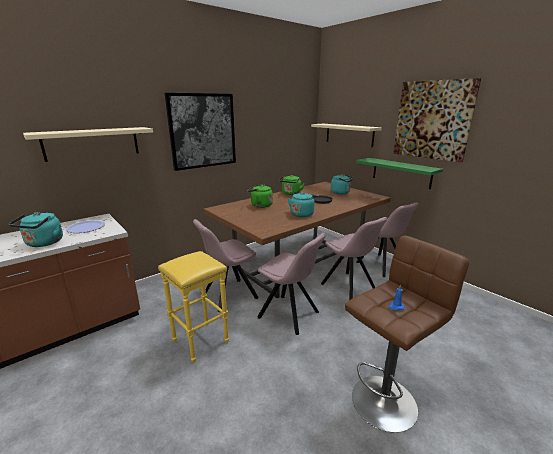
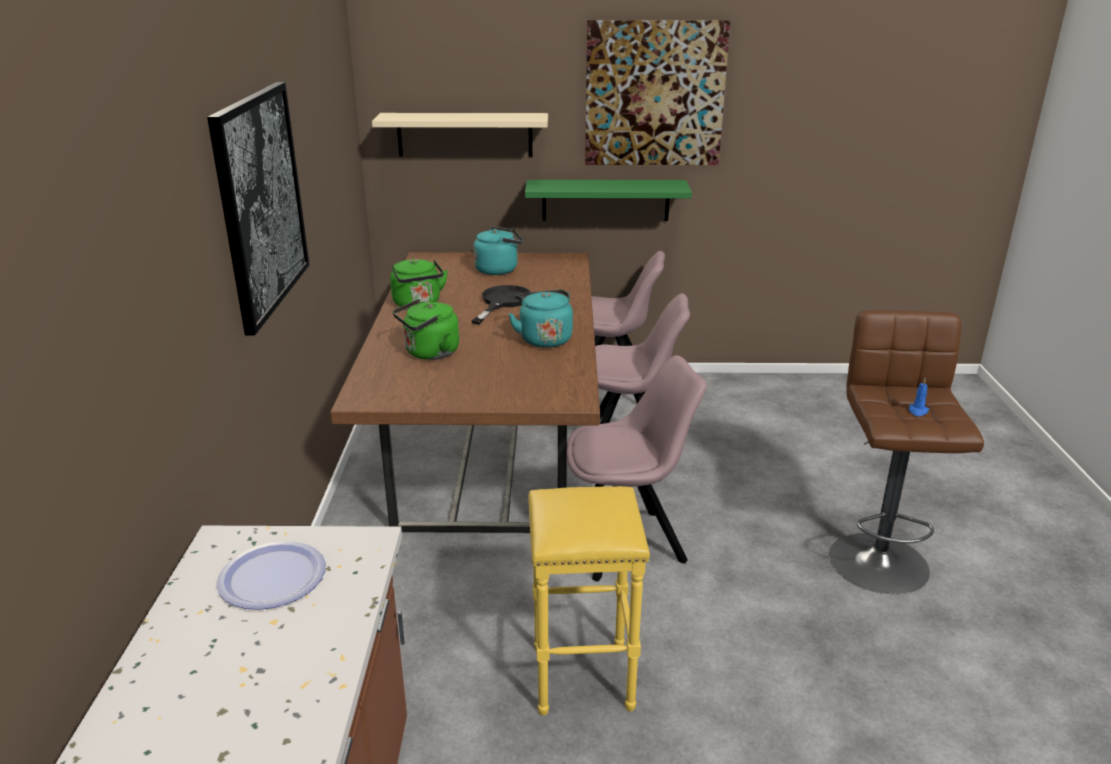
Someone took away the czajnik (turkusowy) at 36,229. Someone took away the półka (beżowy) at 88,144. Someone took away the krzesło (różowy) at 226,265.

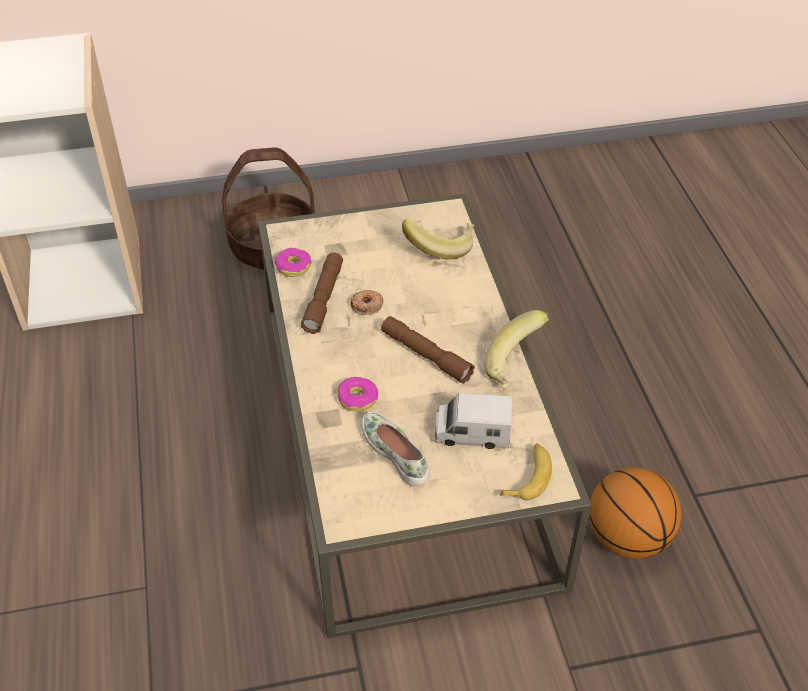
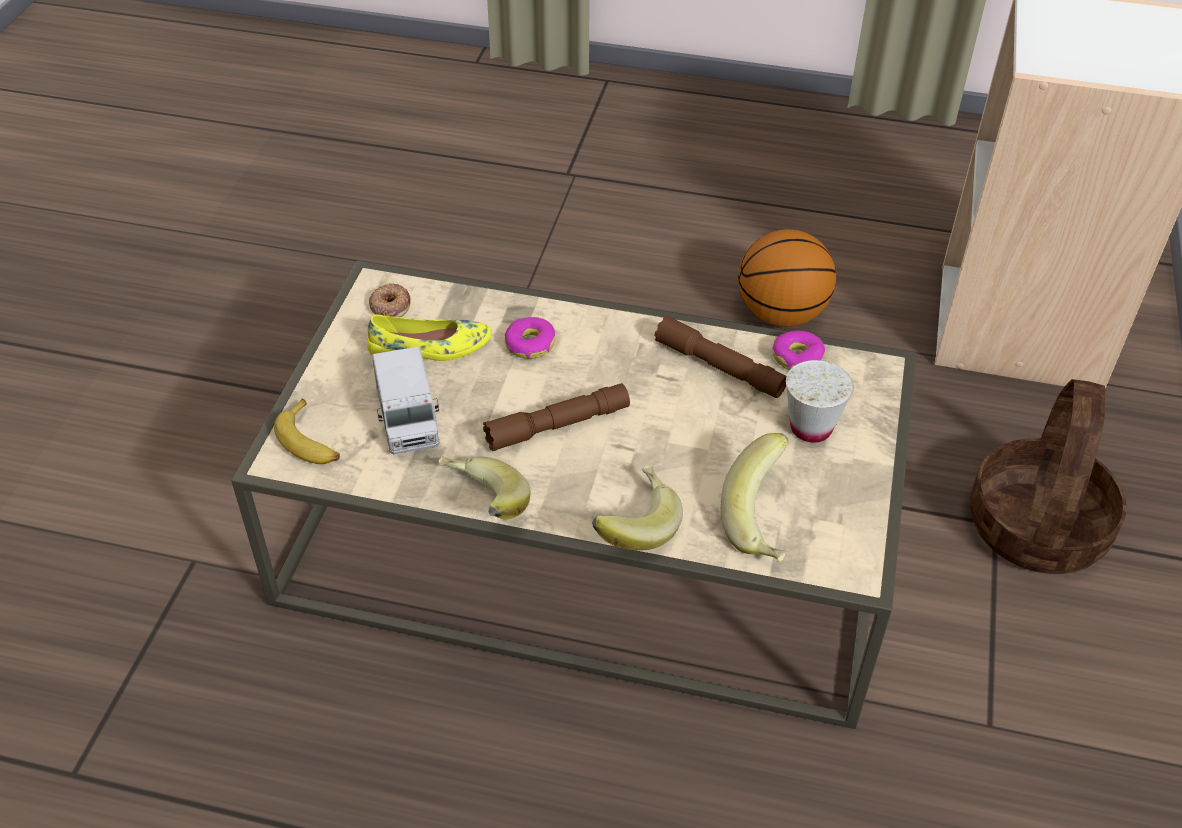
Someone repainted the but (biały) at 395,449, which became the but (żółty) at 429,338. Someone carried the donut from 367,302 to 390,300. Someone rotated the ciężarówka zabawkowa at 473,421 by 135 degrees clockwise. Someone put down the banan at 637,508. Someone carried the piłka do koszykówki from 635,513 to 787,278. Someone put down the filiżanka (biały) at 820,401.

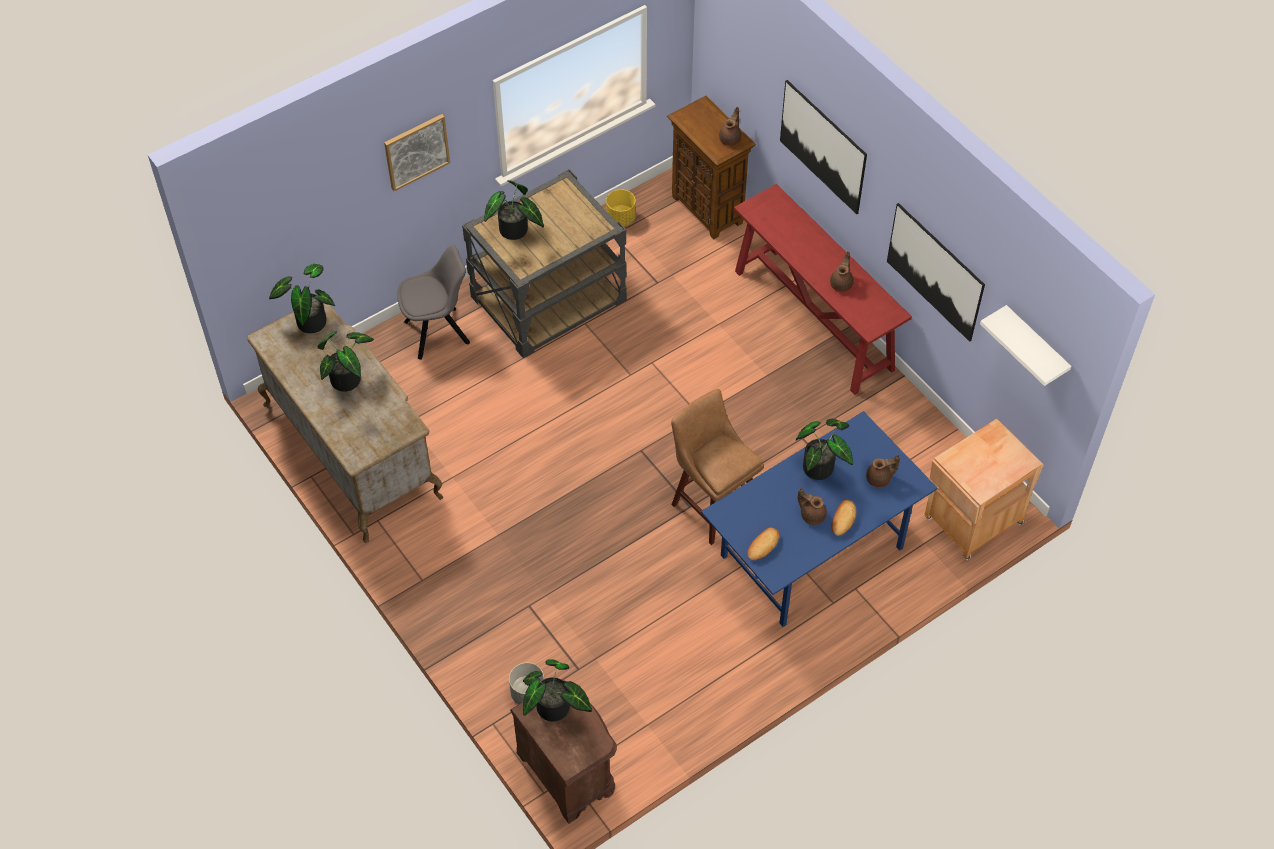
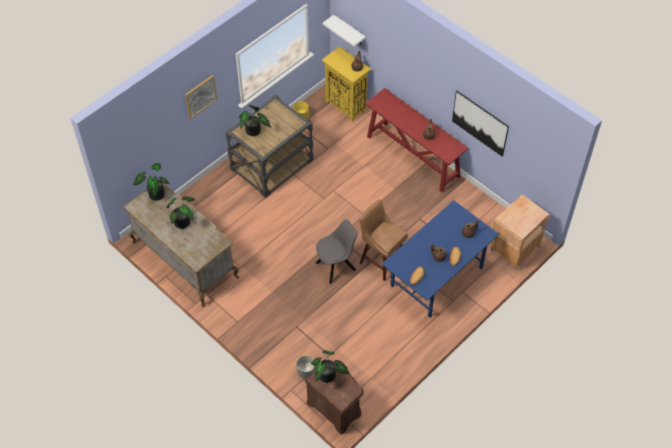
Someone carried the krzesło (szary) from 433,302 to 337,251. Someone repainted the szafka (brązowy) at 711,167, which became the szafka (żółty) at 346,83. Someone carried the półka (biały) from 1025,345 to 344,31. Someone took away the obraz at 823,147. Someone took away the roślina doniczkowa at 824,449.

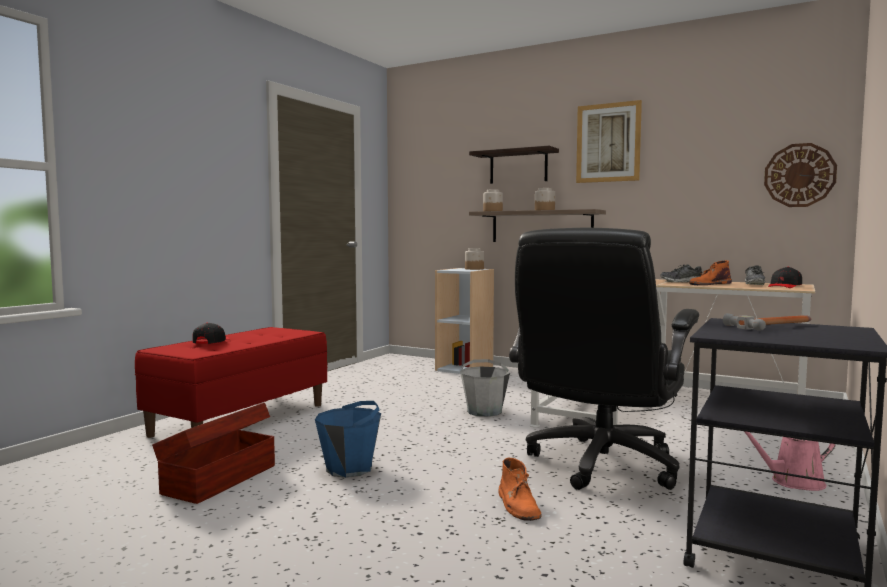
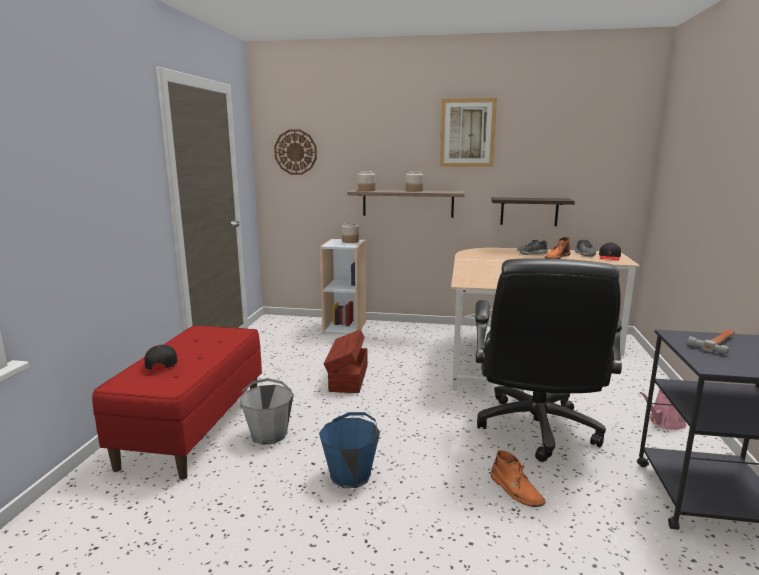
Someone carried the wiadro (szary) from 485,388 to 266,411. Someone carried the zegar ścienny from 800,175 to 295,152. Someone carried the pojemnik do przechowywania (brązowy) from 213,453 to 345,361. Someone carried the półka from 514,165 to 533,211.

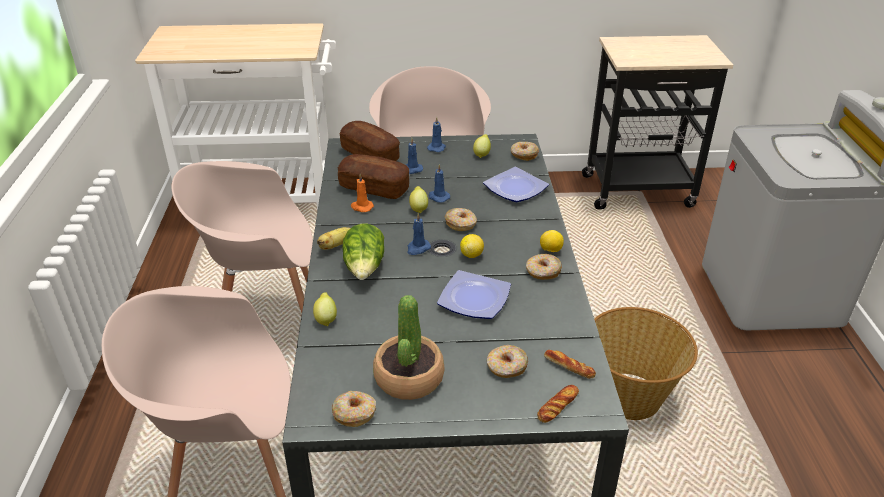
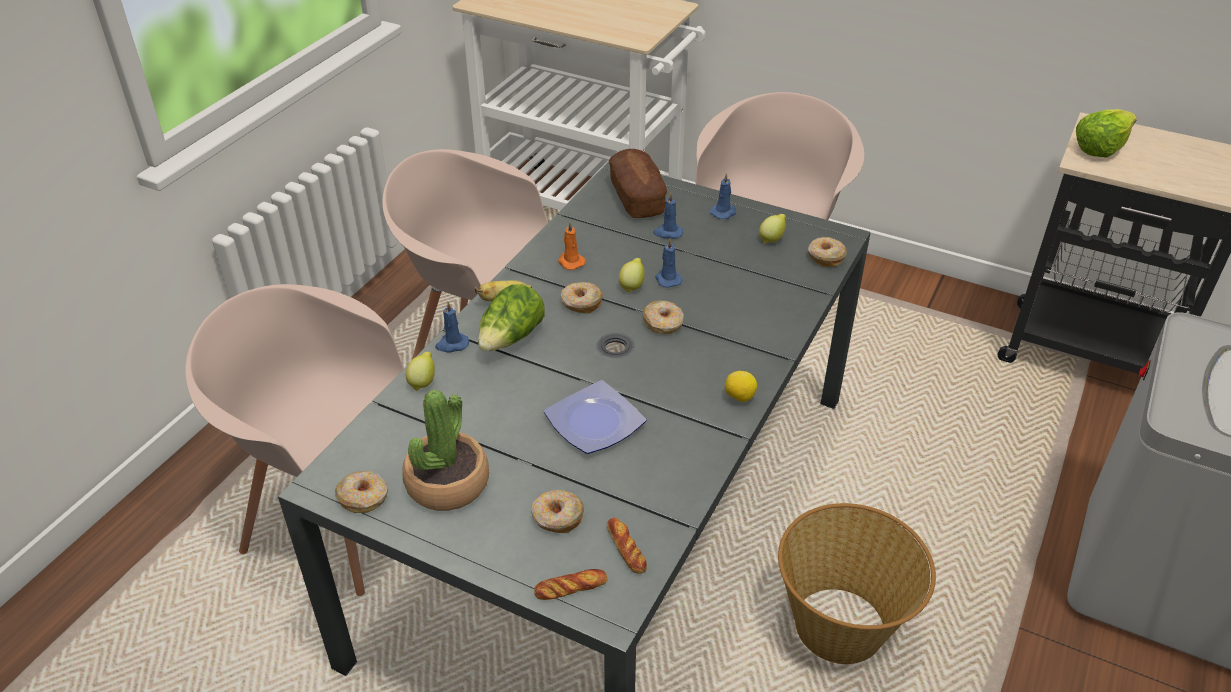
Someone carried the świeca (niebieski) from 419,234 to 452,327. Someone carried the donut from 544,267 to 582,297. Someone put down the sałata at 1106,133. Someone took away the chleb at 373,176. Someone took away the cytryna at 472,246. Someone took away the talerz at 516,184.

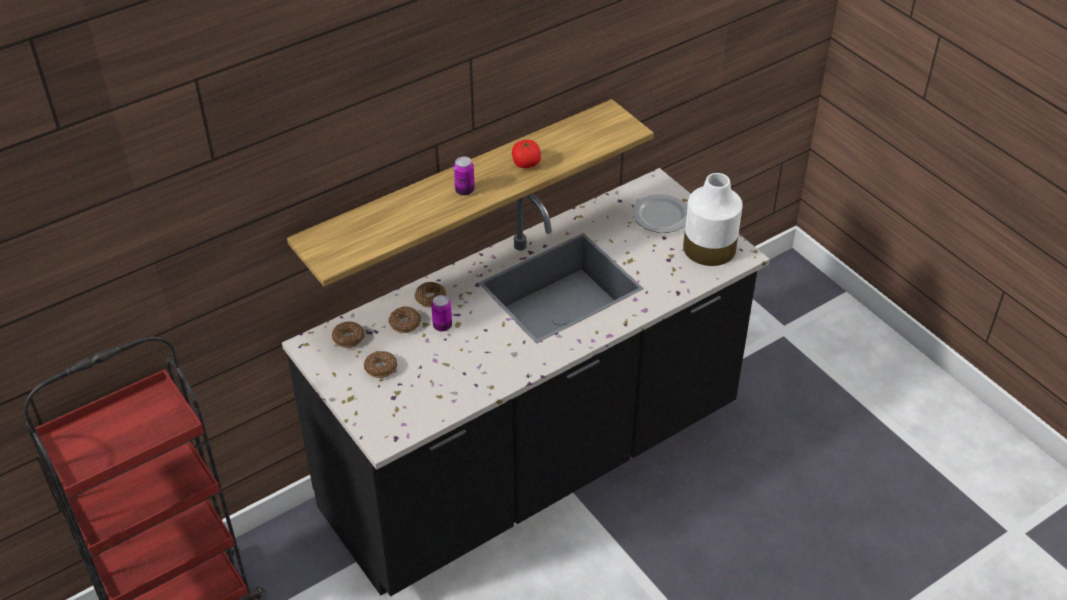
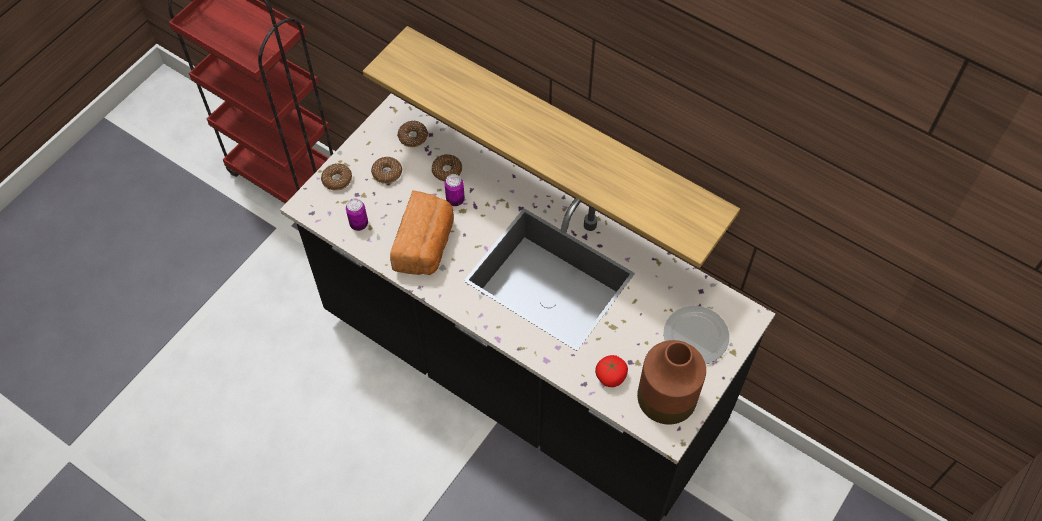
Someone carried the donut from 430,294 to 336,177. Someone carried the puszka from 464,176 to 357,214. Someone put down the chleb at 422,232. Someone carried the pomidor from 526,154 to 611,371. Someone repainted the wazon (biały) at 713,219, which became the wazon (brązowy) at 671,382.

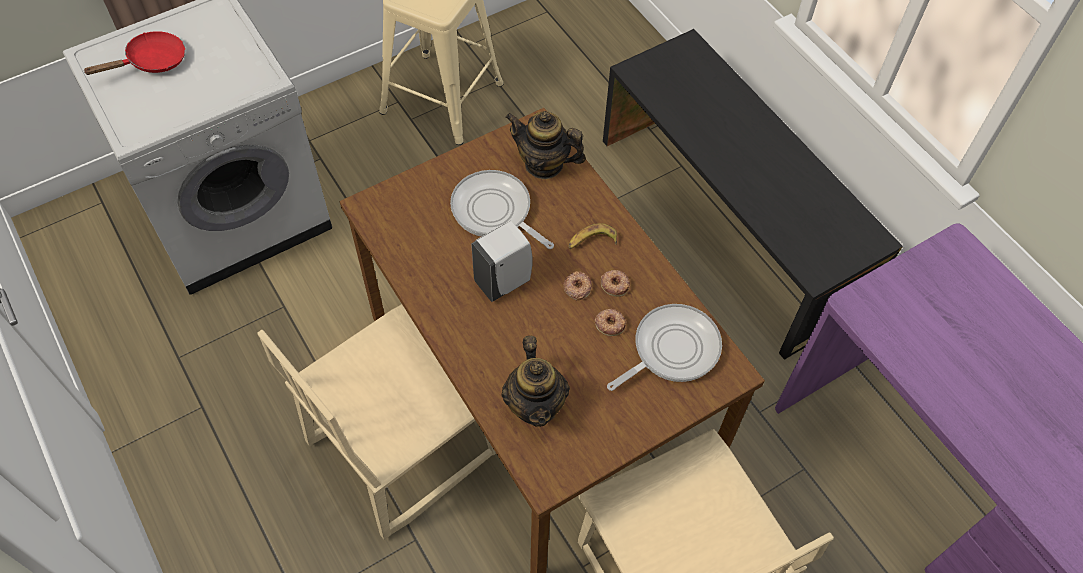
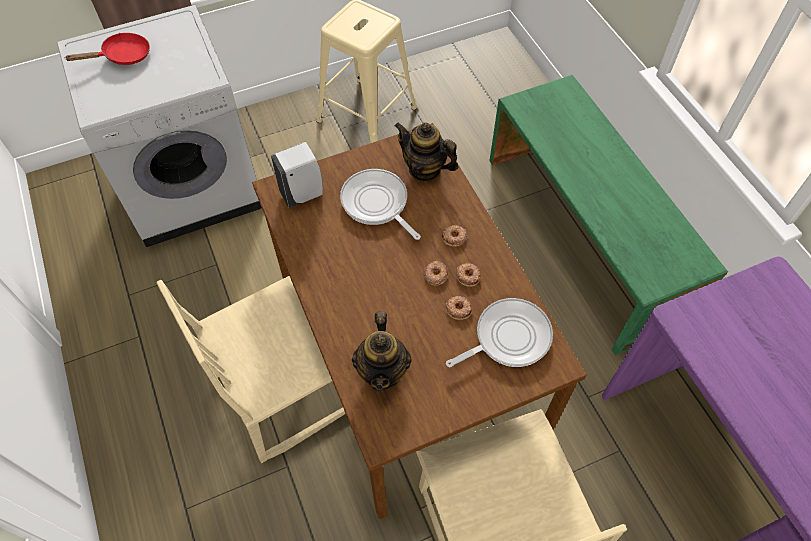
Someone carried the dozownik mydła (biały) from 502,261 to 297,175. Someone swapped the banan at 593,236 for the donut at 454,236. Someone repainted the ławka (czarny) at 753,194, which became the ławka (zielony) at 609,215.

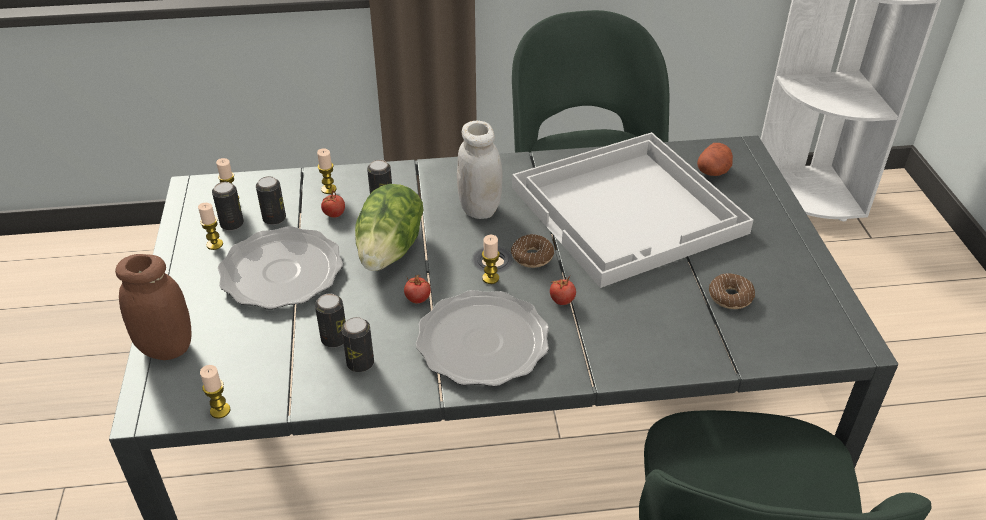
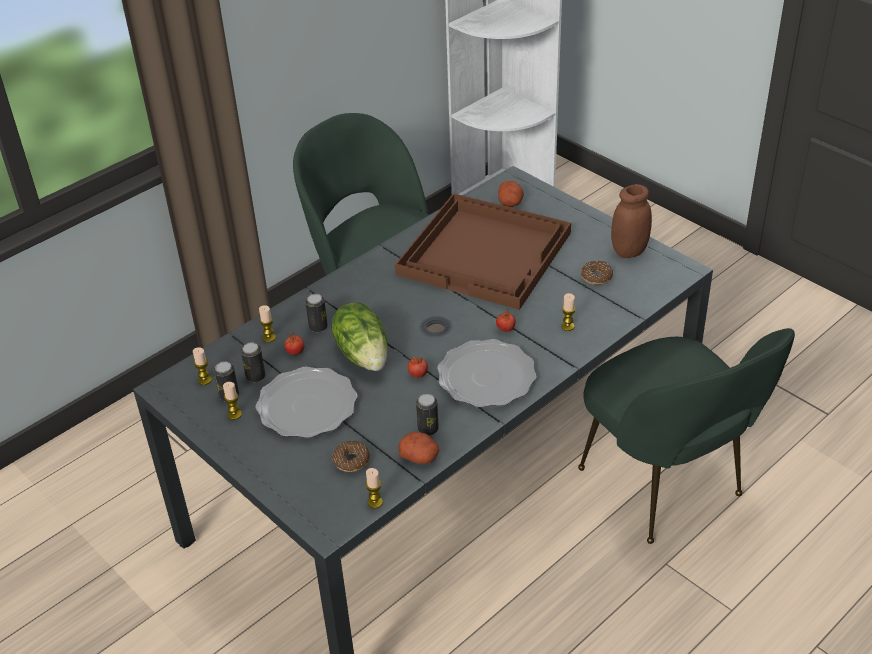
Someone carried the donut from 532,251 to 351,456. Someone repainted the taca (biały) at 632,210, which became the taca (brązowy) at 483,251. Someone put down the ziemniak at 418,448. Someone carried the świeca from 491,259 to 568,312. Someone carried the słoik (brązowy) from 153,307 to 631,221. Someone took away the puszka at 330,320. Someone took away the słoik (biały) at 479,170.

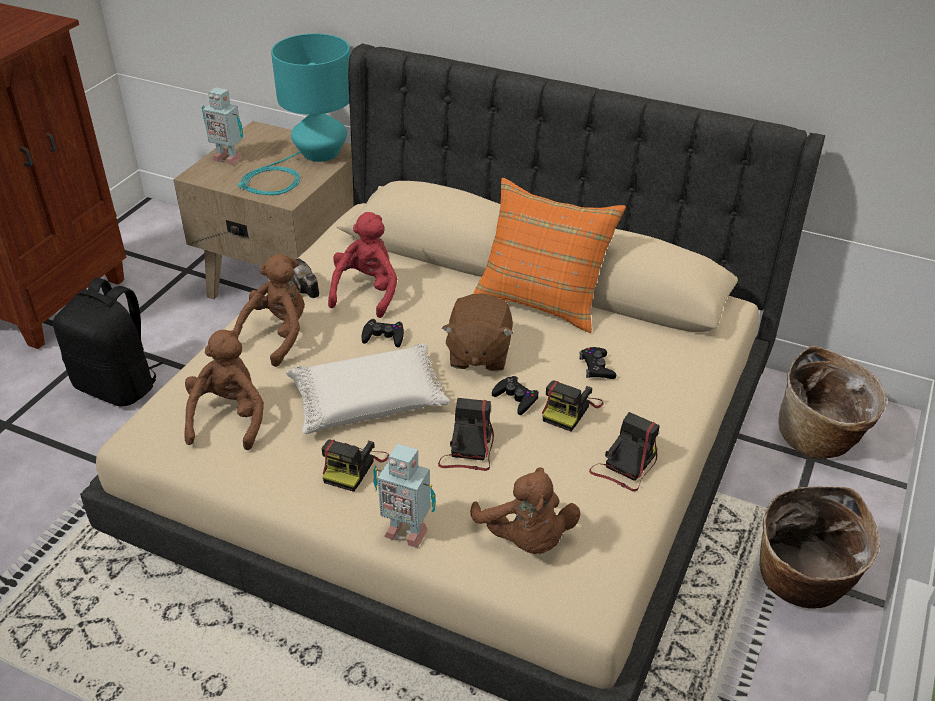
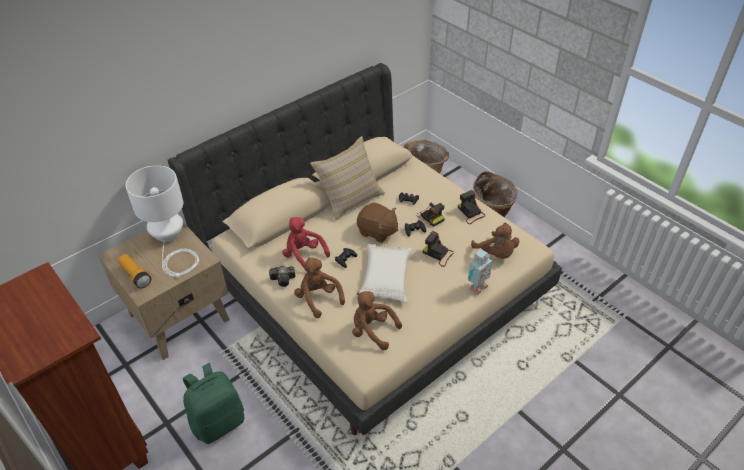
Someone swapped the robot zabawkowy at 222,126 for the latarka at 134,271. Someone repainted the lampa stołowa (turkusowy) at 294,114, which became the lampa stołowa (biały) at 162,221. Someone repainted the plecak (czarny) at 108,341, which became the plecak (zielony) at 213,403. Someone repainted the poduszka (pomarańczowy) at 549,255, which became the poduszka (beżowy) at 347,178. Someone rotated the pluszak (brązowy) at 525,510 by 60 degrees clockwise. Someone took away the aparat fotograficzny at 355,466.

